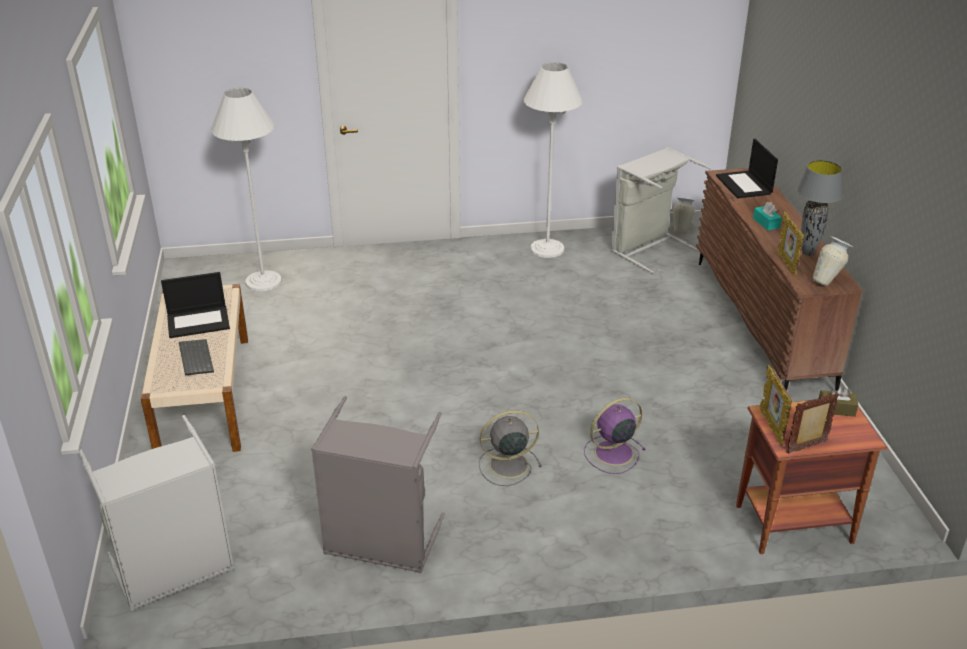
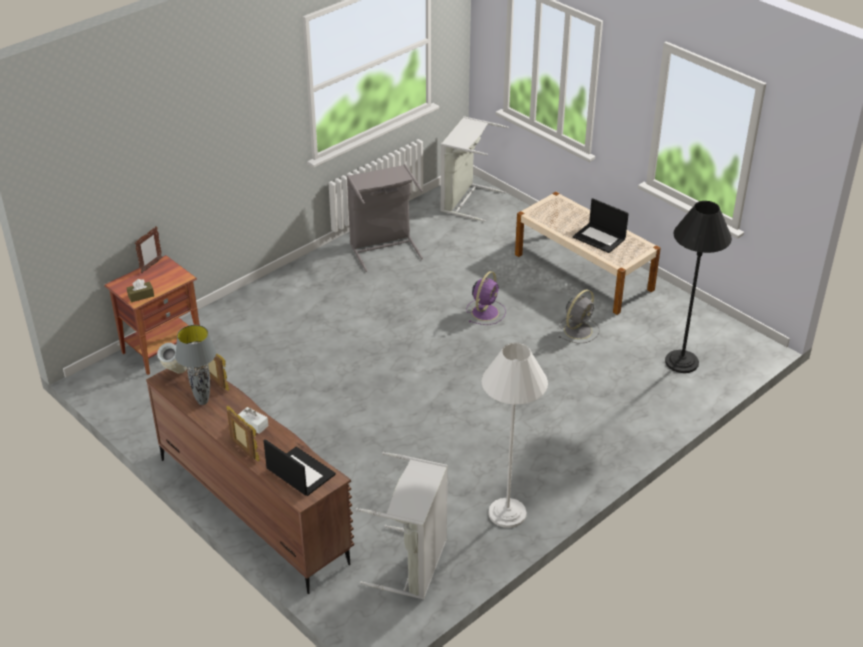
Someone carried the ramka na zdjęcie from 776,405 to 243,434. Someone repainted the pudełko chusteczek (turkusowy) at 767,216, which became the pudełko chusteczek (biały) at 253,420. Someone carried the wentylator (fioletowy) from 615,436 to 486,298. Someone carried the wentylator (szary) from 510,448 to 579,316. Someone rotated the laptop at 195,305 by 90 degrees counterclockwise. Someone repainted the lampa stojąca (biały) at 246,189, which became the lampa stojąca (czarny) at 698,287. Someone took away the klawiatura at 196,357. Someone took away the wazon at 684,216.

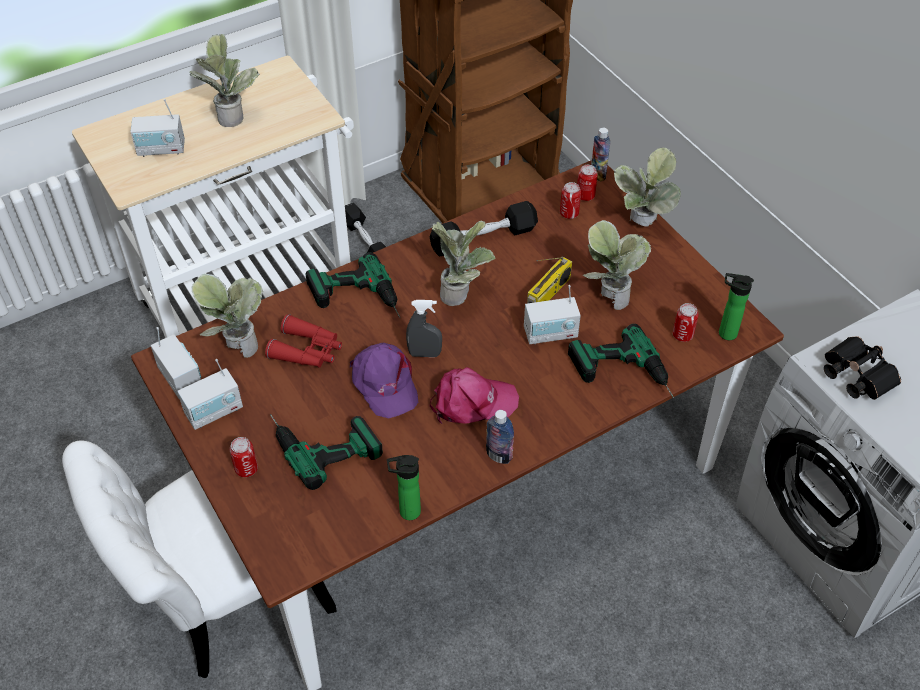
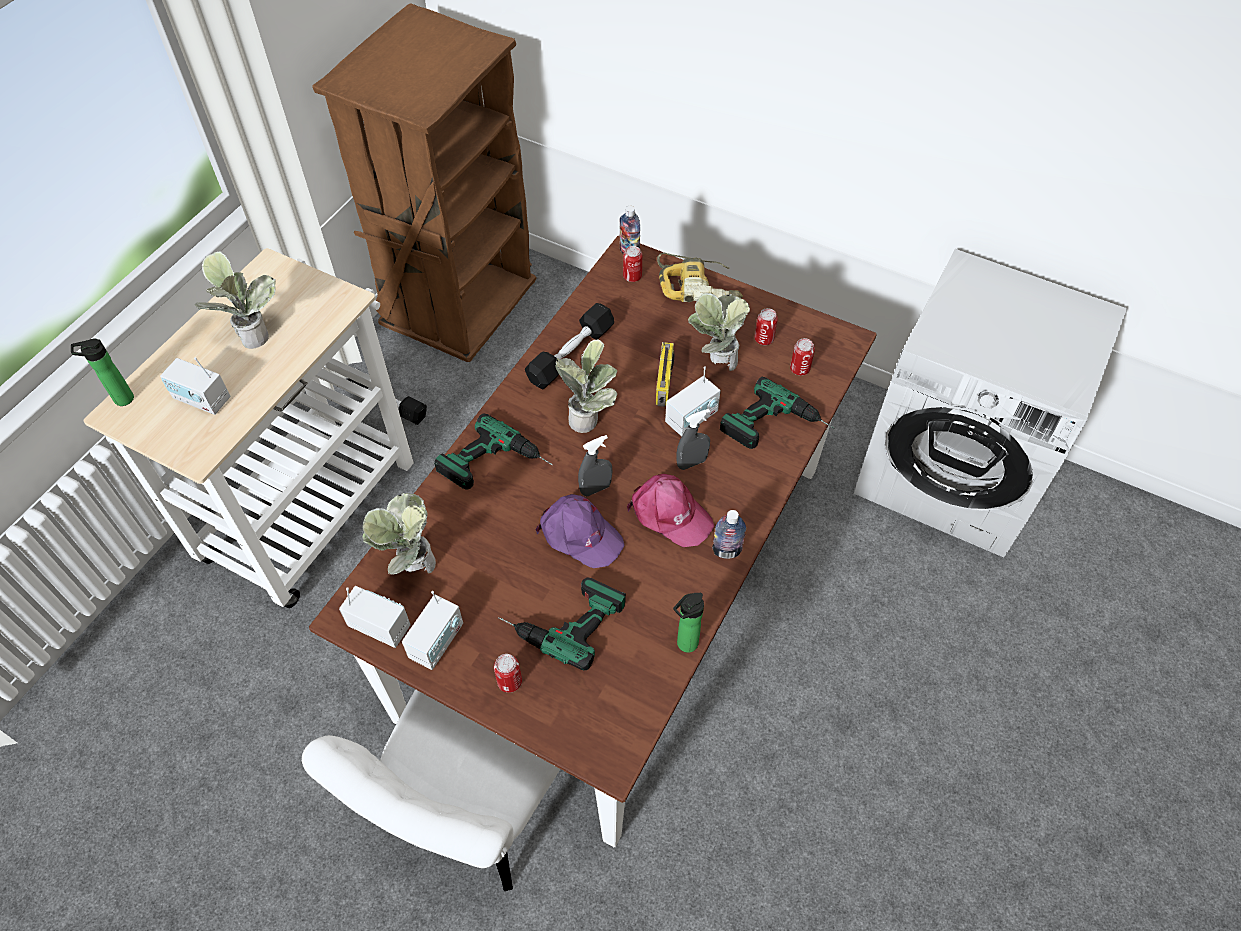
Someone carried the butelka from 736,306 to 102,372. Someone rotated the radio at 158,128 by 60 degrees clockwise. Someone rotated the czapka z daszkiem (różowy) at 474,395 by 75 degrees clockwise. Someone swapped the roślina doniczkowa at 647,187 for the wiertarka at 700,277. Someone put down the spryskiwacz (szary) at 693,439. Someone carried the puszka from 570,200 to 766,326. Someone took away the lornetka (czerwony) at 303,341. Someone took away the lornetka (czarny) at 862,368.

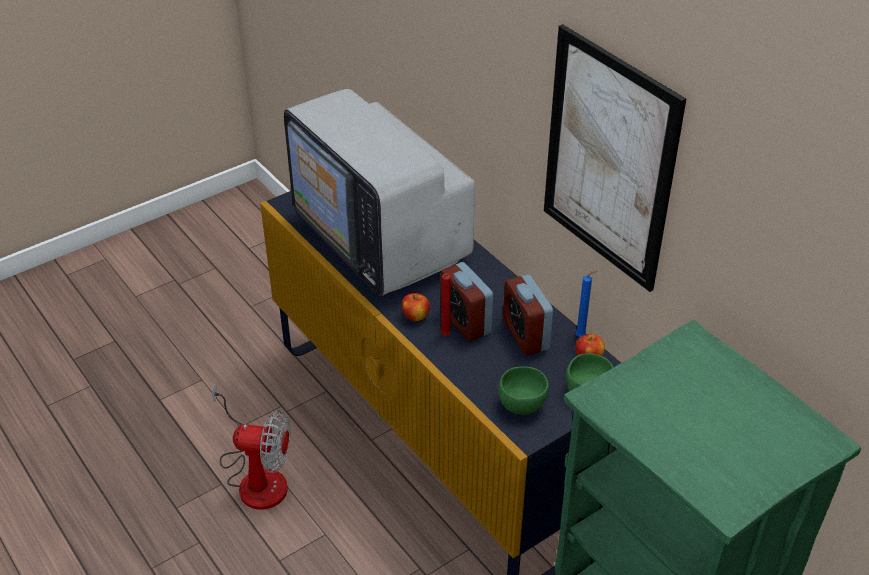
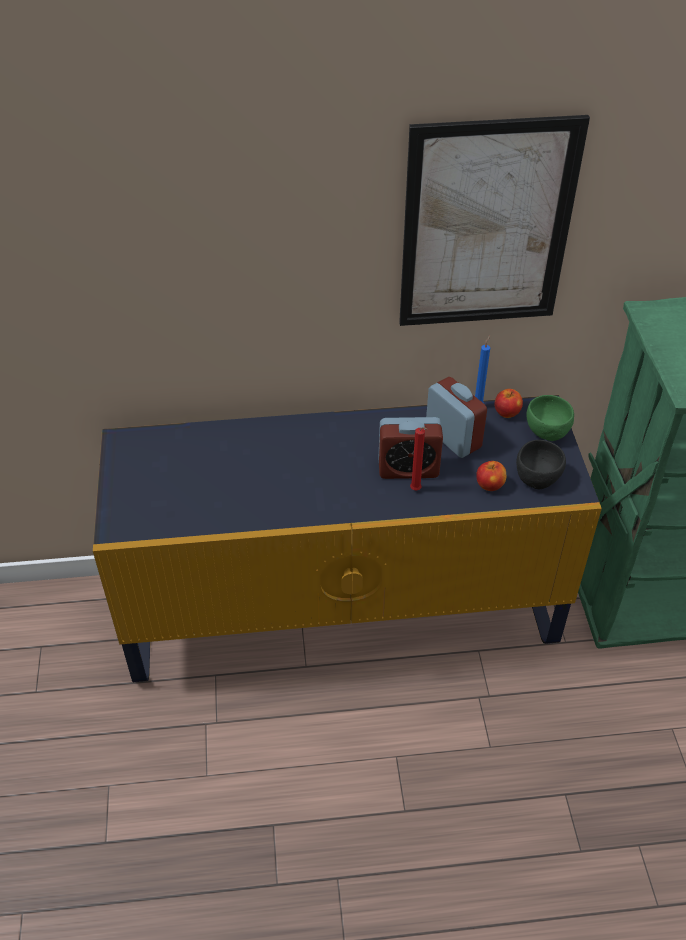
Someone rotated the budzik at 528,314 by 135 degrees counterclockwise. Someone carried the jabłko from 416,307 to 491,476. Someone repainted the miska (zielony) at 523,390, which became the miska (czarny) at 541,464. Someone took away the wentylator at 251,446. Someone took away the telewizor at 379,192.

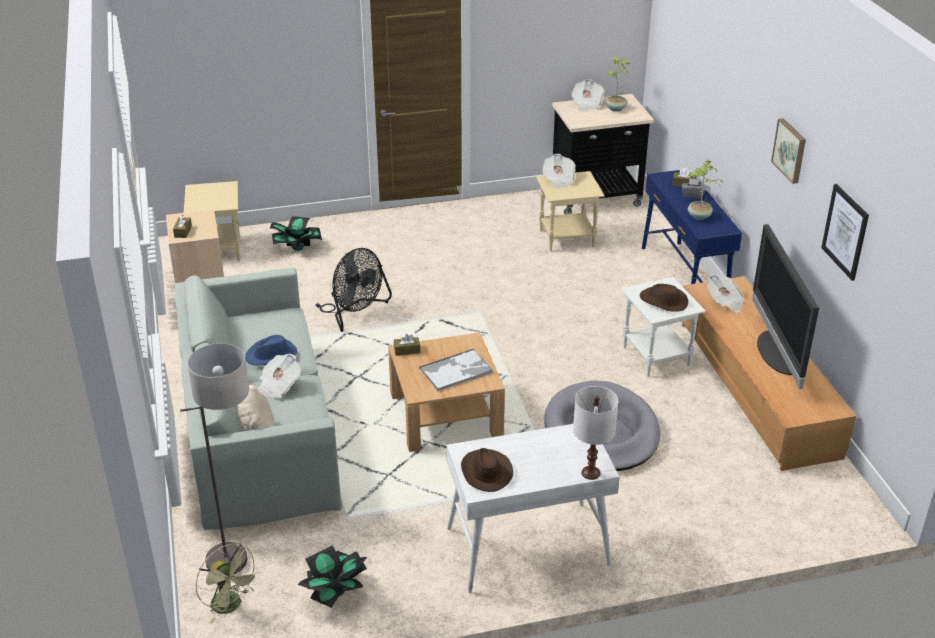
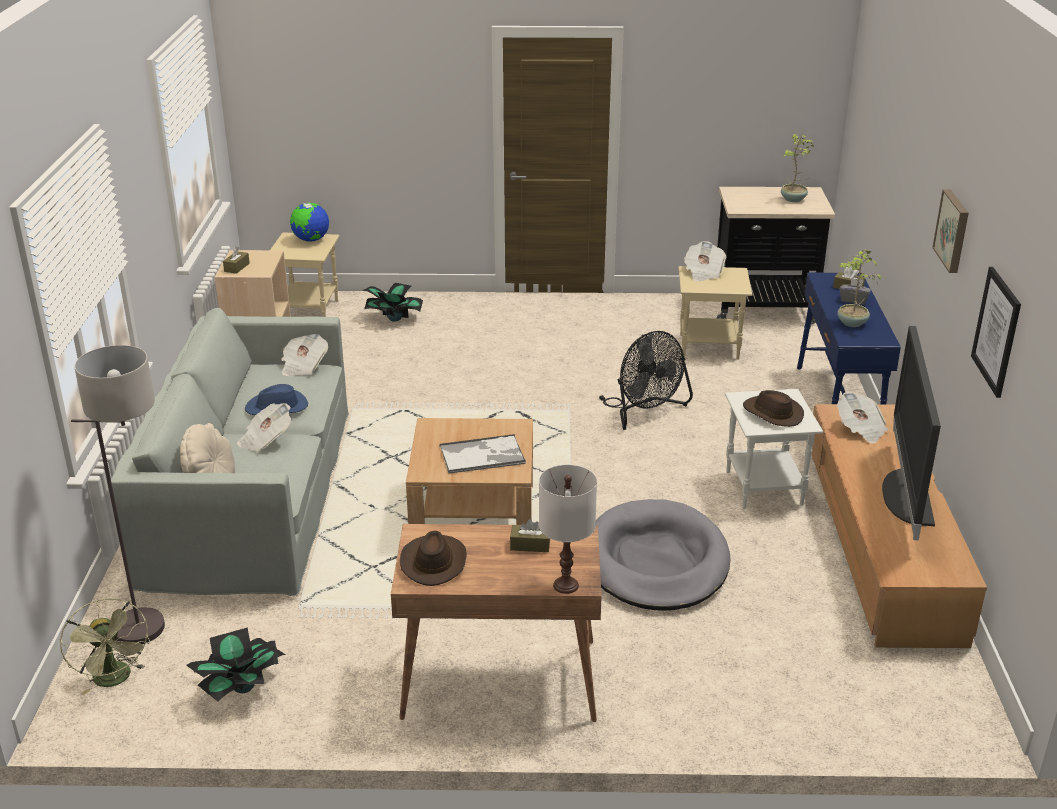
Someone carried the gazeta from 588,95 to 304,355. Someone put down the globus at 309,222. Someone repainted the biurko (biały) at 533,508, which became the biurko (brązowy) at 496,623. Someone carried the pudełko chusteczek (brązowy) from 407,345 to 530,535. Someone carried the wentylator (czarny) from 354,290 to 646,380.

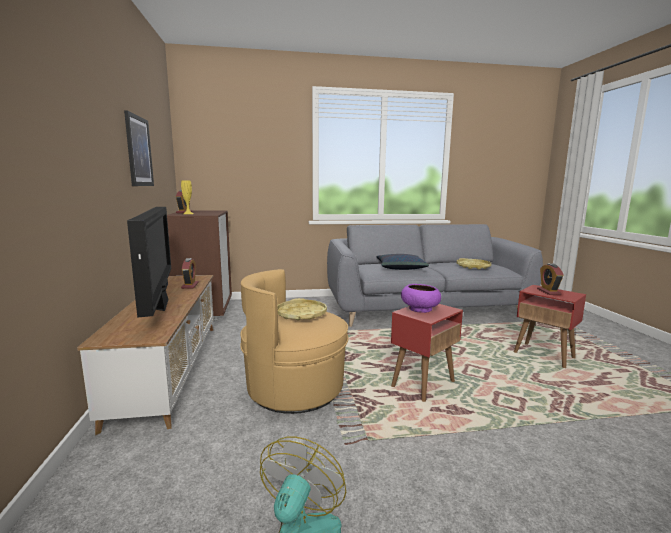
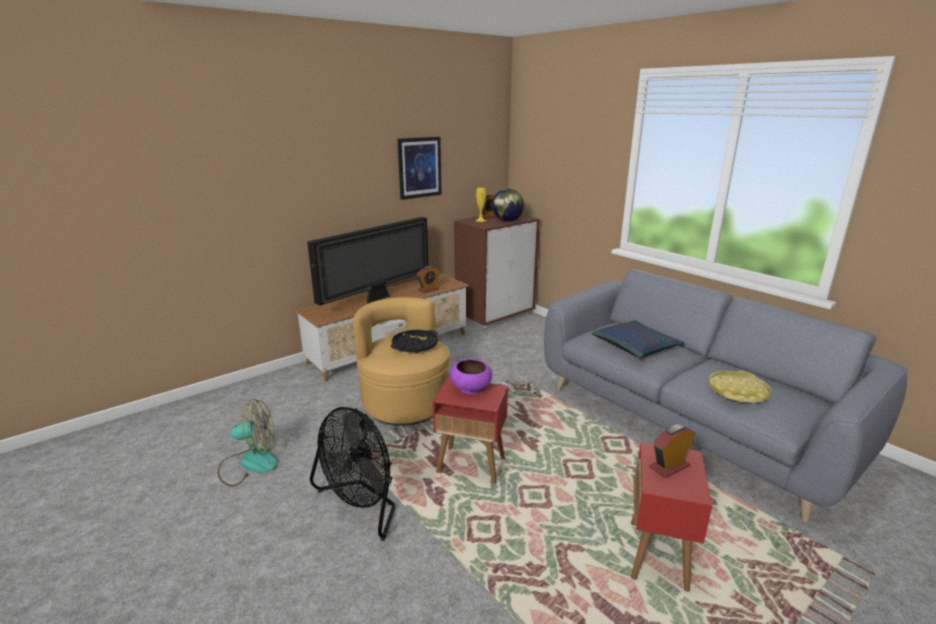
Someone put down the wentylator (czarny) at 352,474. Someone repainted the taca (żółty) at 302,309, which became the taca (czarny) at 414,341. Someone put down the globus at 508,205.

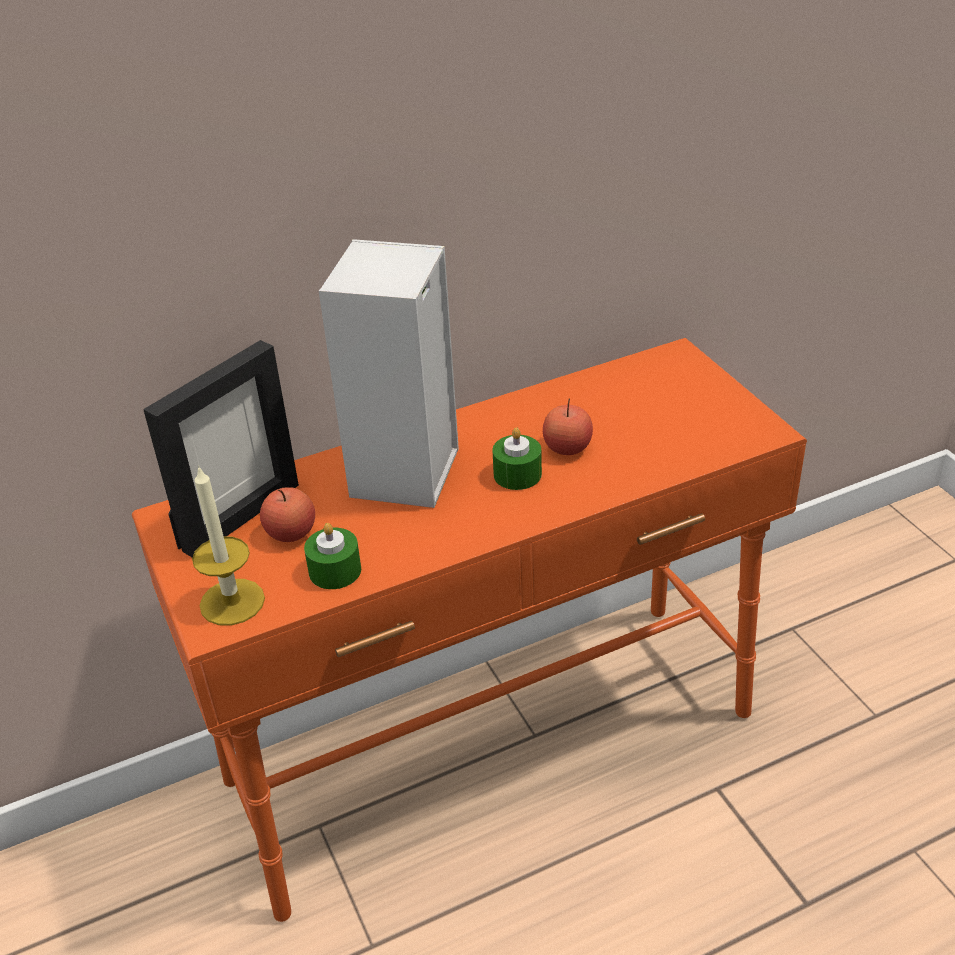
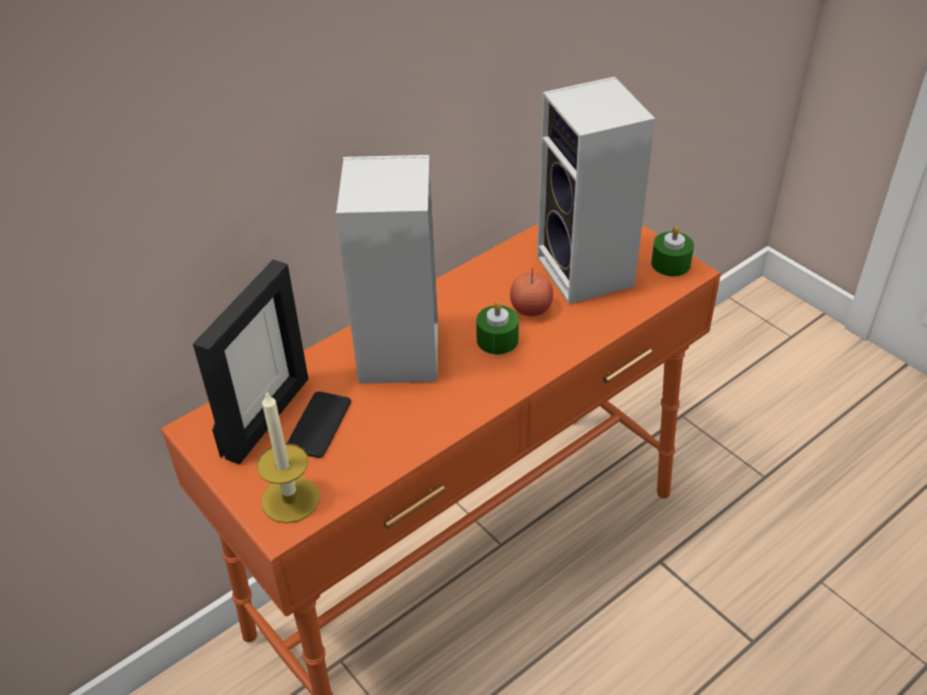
Someone swapped the jabłko at 287,514 for the telefon at 319,425. Someone put down the głośnik at 596,190. Someone carried the świeca (zielony) from 332,556 to 672,251.

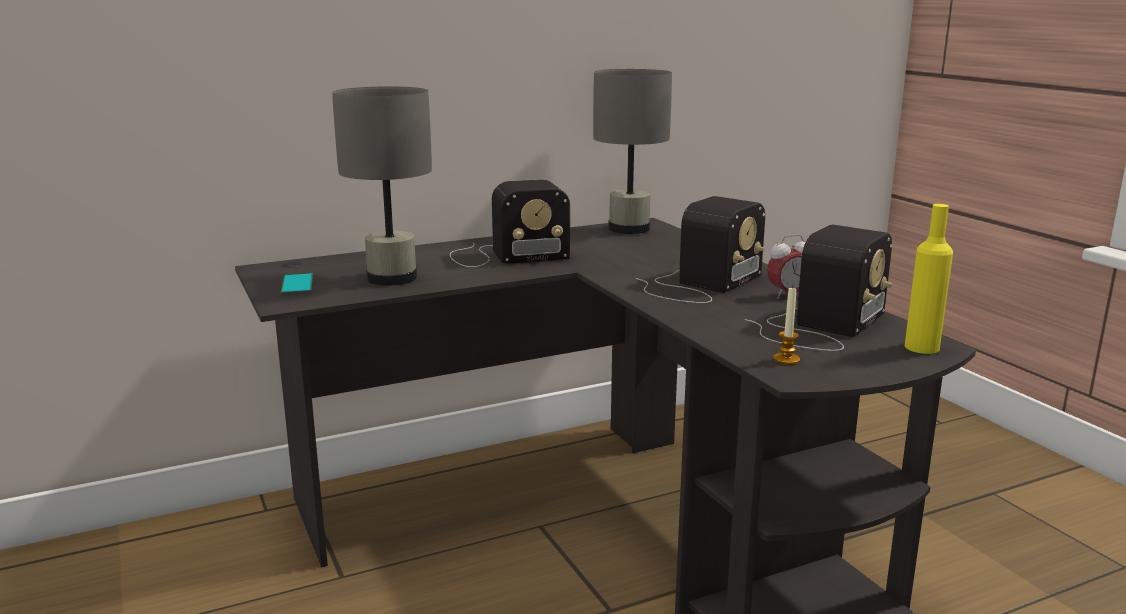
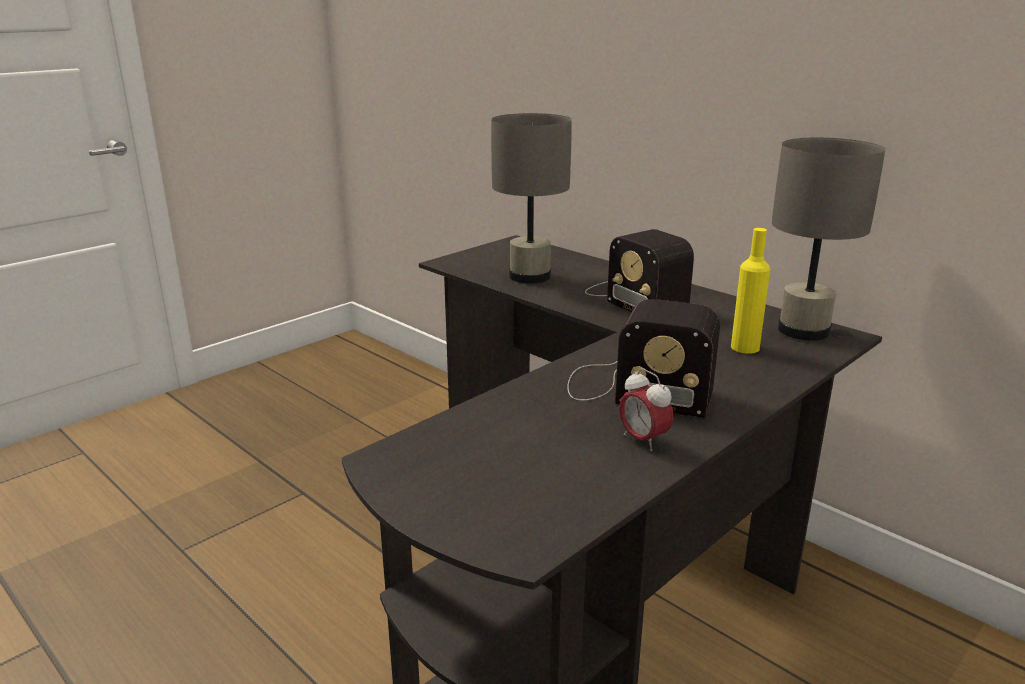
Someone carried the butelka (żółty) from 929,279 to 750,291. Someone took away the telefon at 297,284. Someone took away the radio at 819,287. Someone took away the świeca at 786,325.

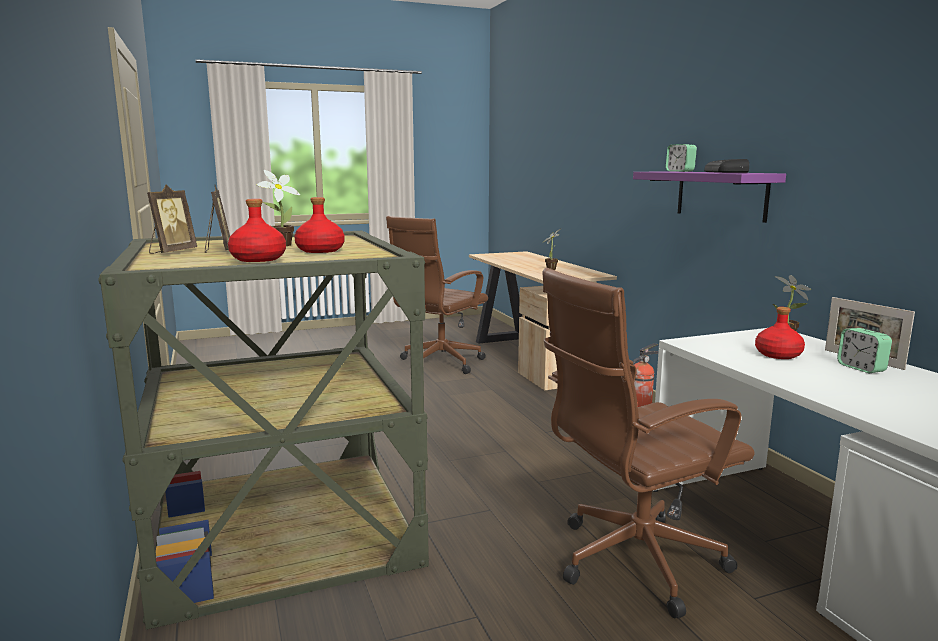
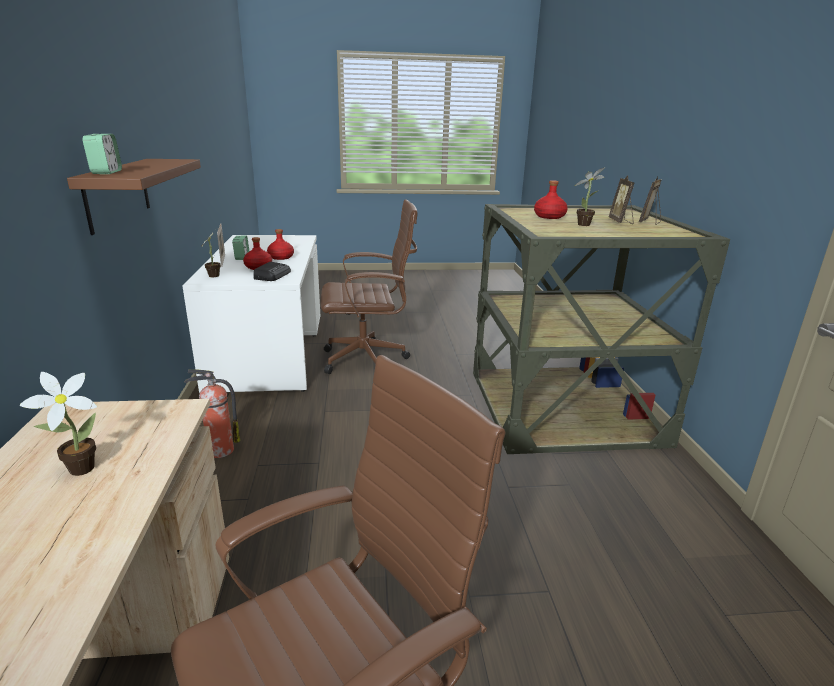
Someone repainted the półka (fioletowy) at 709,197, which became the półka (brązowy) at 134,197. Someone carried the radio from 726,166 to 272,271. Someone carried the butelka (czerwony) from 257,230 to 280,244.

